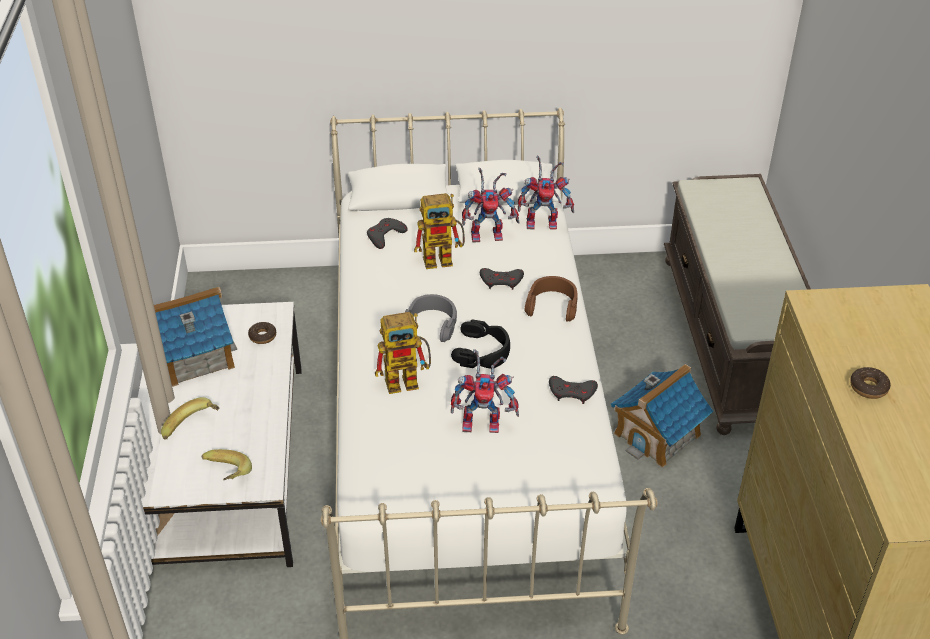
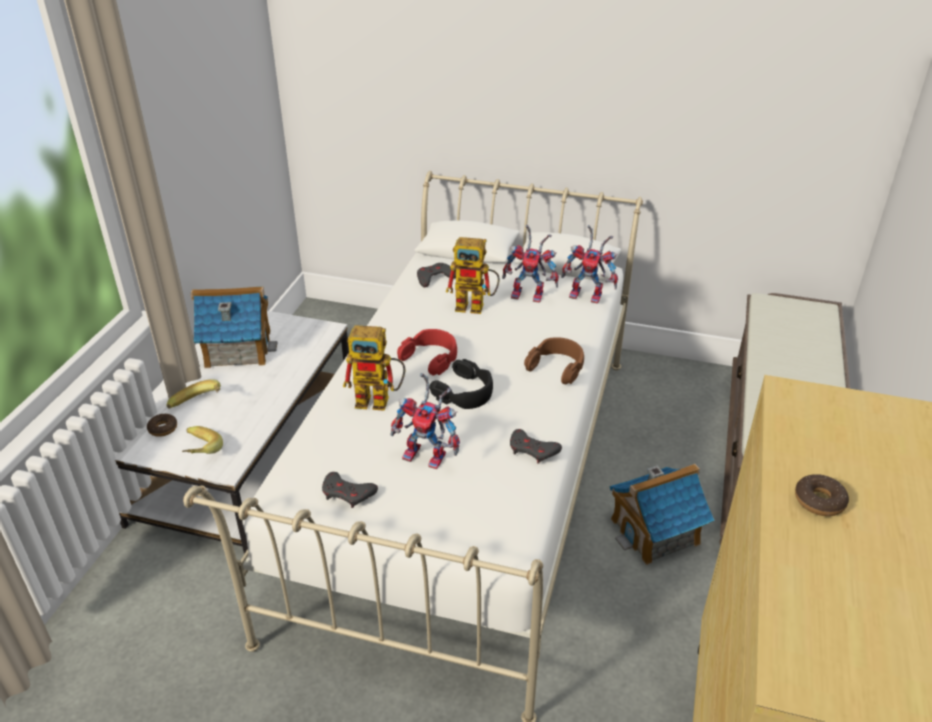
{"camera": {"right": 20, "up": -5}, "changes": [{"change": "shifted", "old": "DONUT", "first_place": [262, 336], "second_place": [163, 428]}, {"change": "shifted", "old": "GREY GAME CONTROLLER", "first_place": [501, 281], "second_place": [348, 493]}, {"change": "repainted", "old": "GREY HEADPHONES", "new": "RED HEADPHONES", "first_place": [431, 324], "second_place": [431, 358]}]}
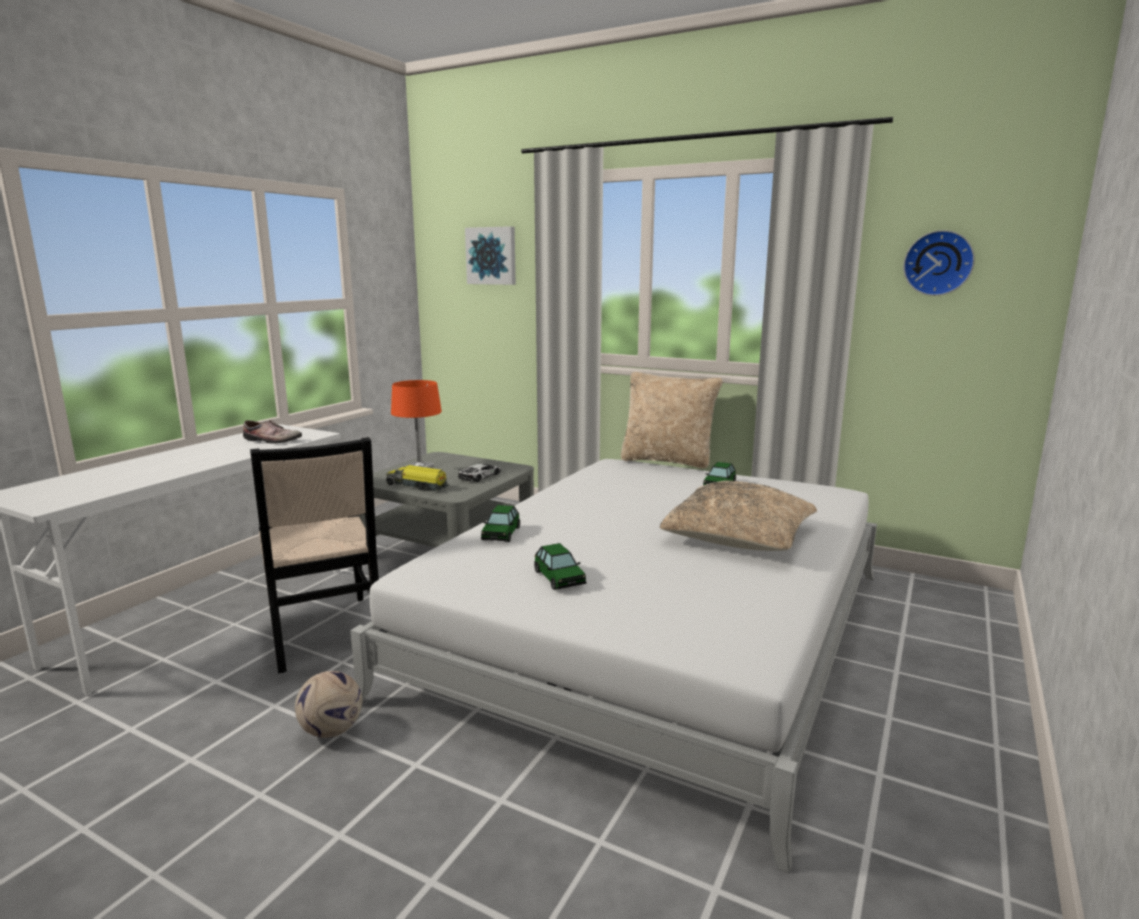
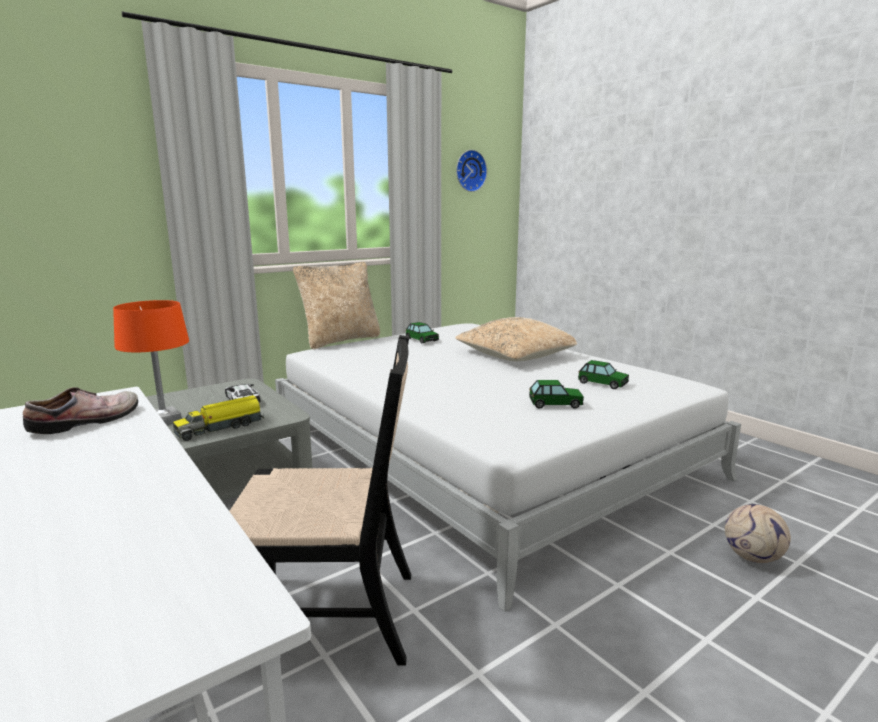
{"camera": {"right": -65, "up": 0}, "changes": [{"change": "shifted", "old": "TOY CAR", "first_place": [501, 534], "second_place": [602, 383]}, {"change": "shifted", "old": "FOOTBALL", "first_place": [331, 731], "second_place": [753, 557]}, {"change": "gone", "old": "PICTURE", "first_place": [492, 256]}]}
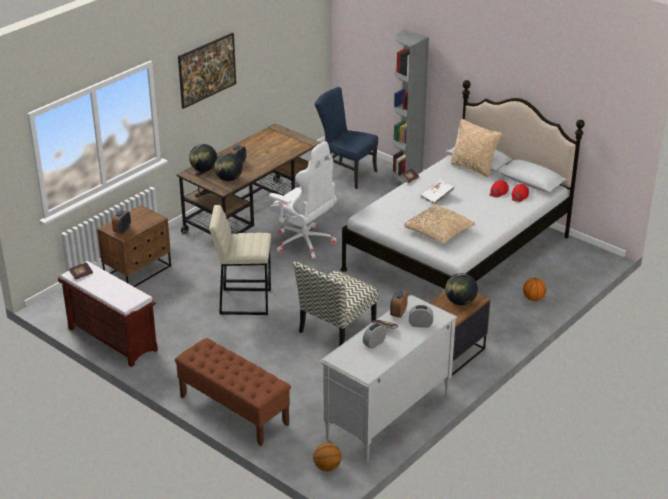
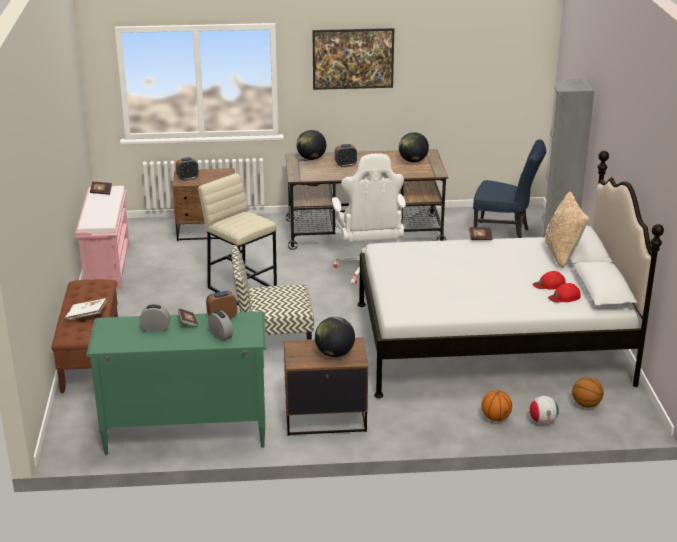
{"camera": {"right": 45, "up": -5}, "changes": [{"change": "shifted", "old": "WHITE BOOK", "first_place": [437, 196], "second_place": [87, 315]}, {"change": "repainted", "old": "BROWN BENCH", "new": "PINK BENCH", "first_place": [111, 339], "second_place": [107, 266]}, {"change": "repainted", "old": "WHITE DRESSER", "new": "GREEN DRESSER", "first_place": [387, 417], "second_place": [185, 432]}, {"change": "shifted", "old": "GLOBE", "first_place": [229, 179], "second_place": [413, 161]}, {"change": "rotated", "old": "BLUE CHAIR", "first_place": [345, 173], "second_place": [504, 235], "degrees": 120}, {"change": "new", "new": "FOOTBALL", "second_place": [542, 421]}, {"change": "shifted", "old": "BASKETBALL", "first_place": [327, 467], "second_place": [586, 404]}, {"change": "gone", "old": "BEIGE PILLOW", "first_place": [438, 231]}]}
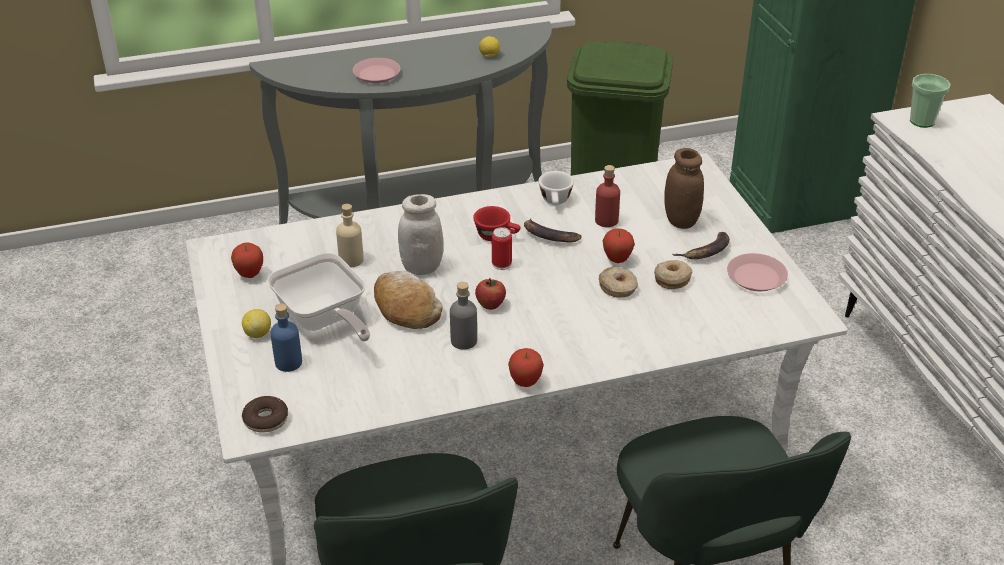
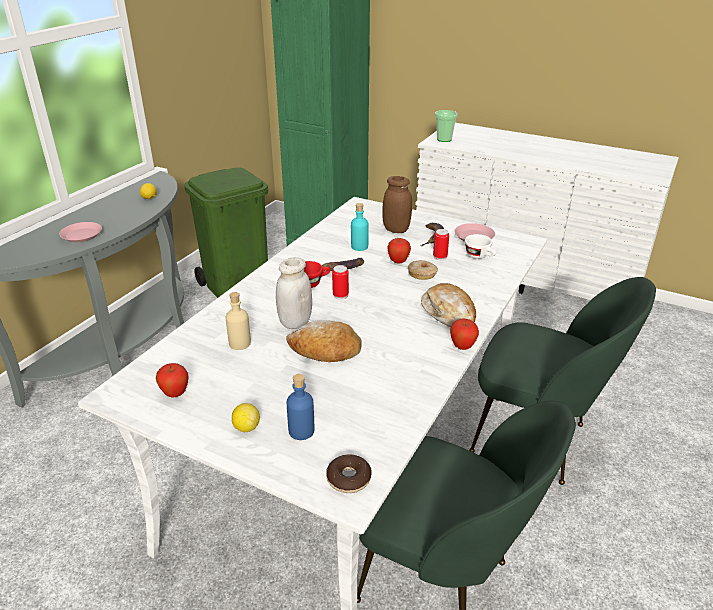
{"camera": {"right": -45, "up": -5}, "changes": [{"change": "repainted", "old": "RED BOTTLE", "new": "TURQUOISE BOTTLE", "first_place": [606, 220], "second_place": [359, 247]}, {"change": "new", "new": "BREAD", "second_place": [449, 314]}, {"change": "swapped", "old": "DONUT", "new": "CAN", "first_place": [672, 279], "second_place": [440, 257]}, {"change": "shifted", "old": "WHITE CUP", "first_place": [556, 202], "second_place": [480, 257]}, {"change": "gone", "old": "FRYING PAN", "first_place": [324, 320]}, {"change": "gone", "old": "GREY BOTTLE", "first_place": [464, 341]}, {"change": "gone", "old": "APPLE", "first_place": [490, 305]}]}
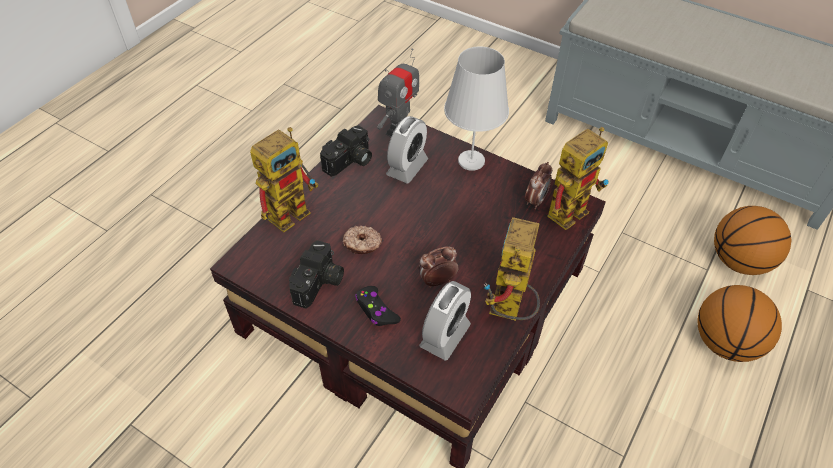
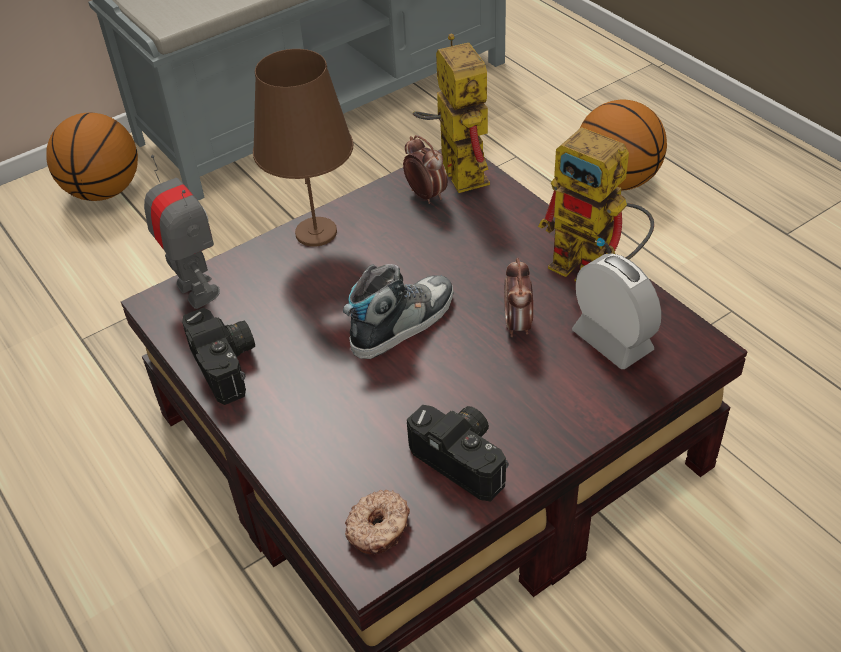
{"camera": {"right": -65, "up": -5}, "changes": [{"change": "shifted", "old": "BASKETBALL", "first_place": [739, 261], "second_place": [104, 191]}, {"change": "repainted", "old": "WHITE TABLE LAMP", "new": "BROWN TABLE LAMP", "first_place": [471, 160], "second_place": [316, 232]}, {"change": "new", "new": "SHOE", "second_place": [402, 322]}, {"change": "shifted", "old": "DONUT", "first_place": [362, 244], "second_place": [379, 528]}, {"change": "gone", "old": "TOY ROBOT", "first_place": [293, 209]}, {"change": "gone", "old": "BLACK GAME CONTROLLER", "first_place": [376, 310]}, {"change": "gone", "old": "ALARM CLOCK", "first_place": [407, 167]}]}
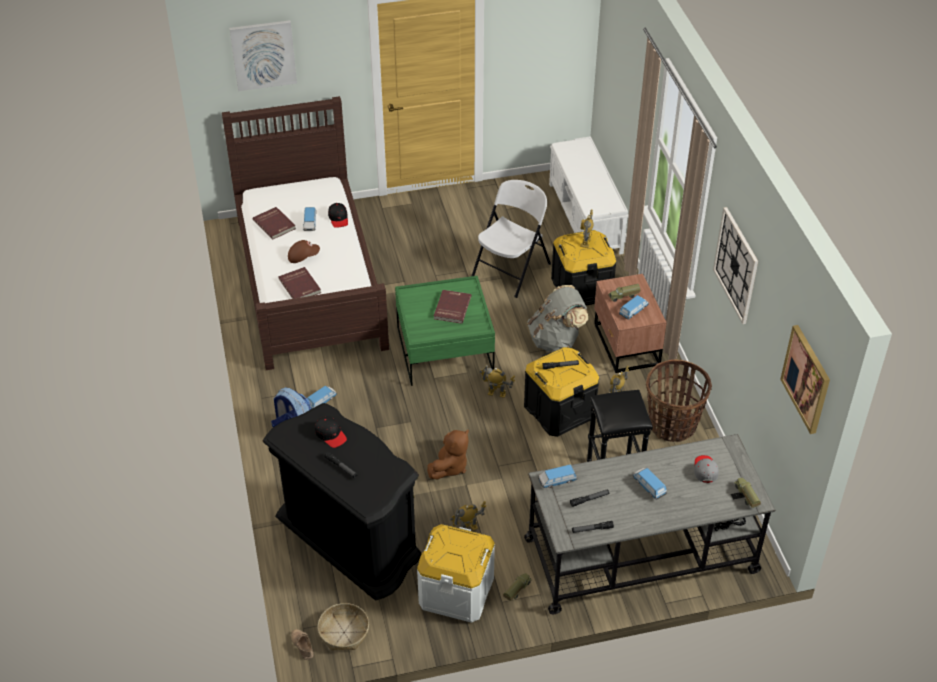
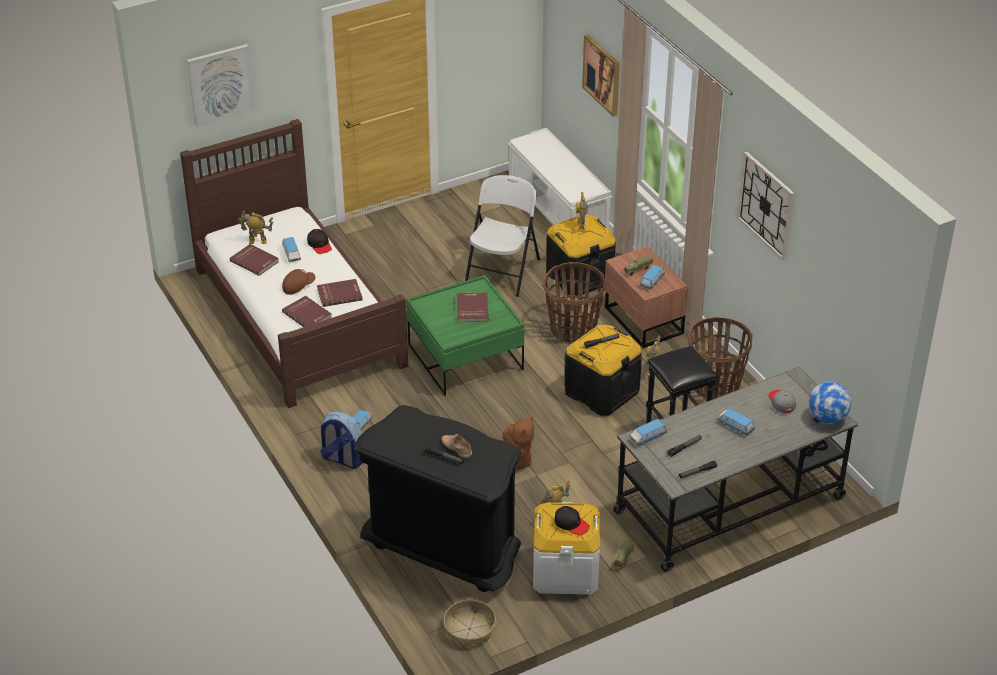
{"camera": {"right": -15, "up": -5}, "changes": [{"change": "shifted", "old": "TOY ROBOT", "first_place": [496, 393], "second_place": [257, 241]}, {"change": "new", "new": "RED BOOK", "second_place": [339, 294]}, {"change": "shifted", "old": "BEIGE SHOE", "first_place": [302, 646], "second_place": [456, 448]}, {"change": "swapped", "old": "GREY BACKPACK", "new": "BASKET", "first_place": [556, 340], "second_place": [573, 329]}, {"change": "shifted", "old": "BLACK CAP", "first_place": [330, 434], "second_place": [571, 524]}, {"change": "shifted", "old": "PICTURE", "first_place": [806, 379], "second_place": [602, 74]}, {"change": "swapped", "old": "TOY TRUCK", "new": "GLOBE", "first_place": [746, 496], "second_place": [827, 418]}]}
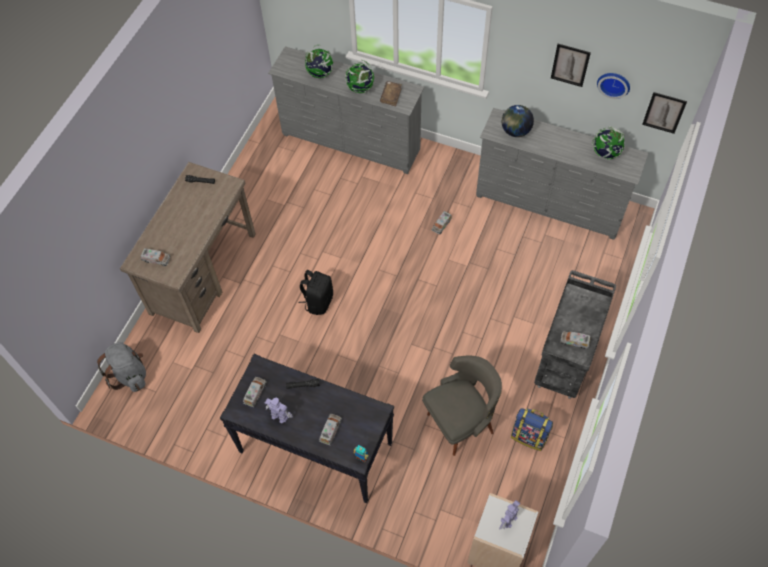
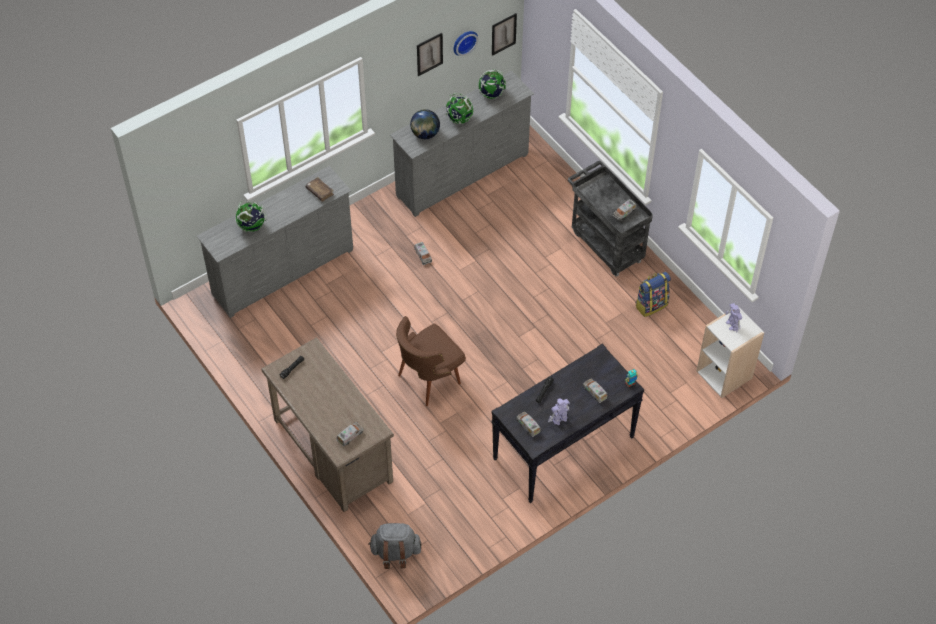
{"camera": {"right": -60, "up": -5}, "changes": [{"change": "swapped", "old": "BLACK BACKPACK", "new": "BROWN CHAIR", "first_place": [318, 301], "second_place": [429, 379]}, {"change": "shifted", "old": "GLOBE", "first_place": [360, 88], "second_place": [459, 119]}, {"change": "gone", "old": "GREY CHAIR", "first_place": [459, 424]}]}
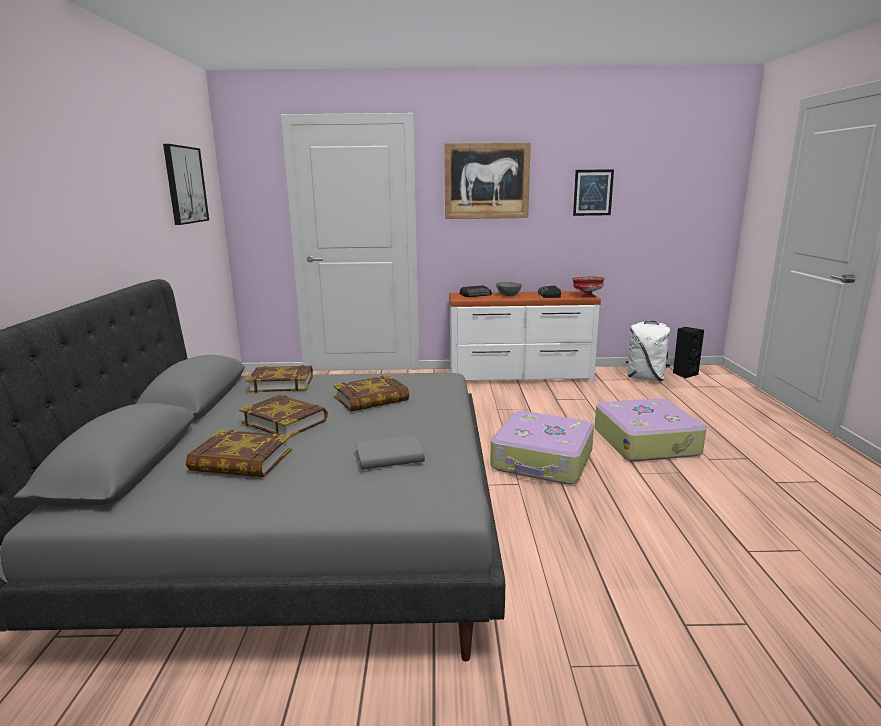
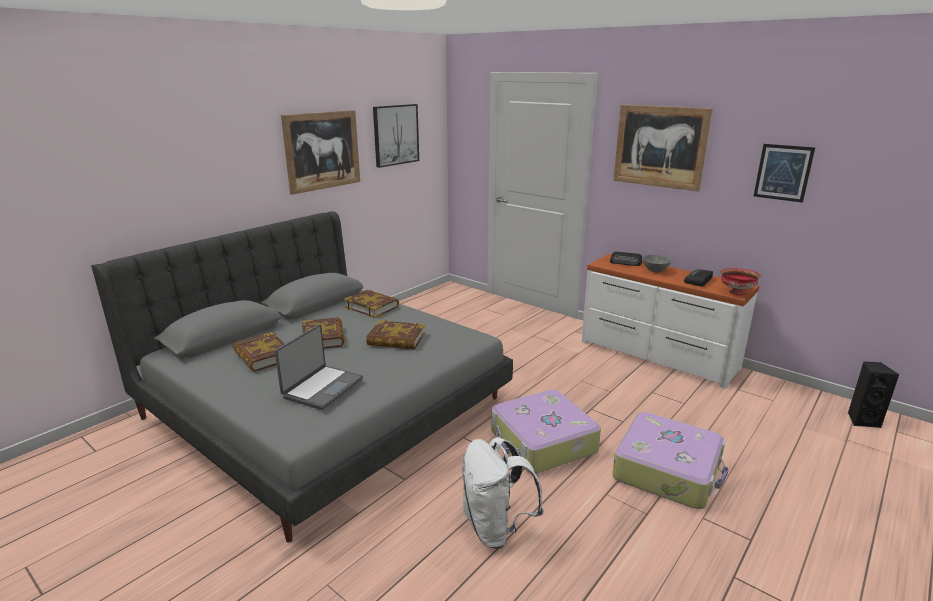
{"camera": {"right": 40, "up": 5}, "changes": [{"change": "swapped", "old": "GREY BOOK", "new": "LAPTOP", "first_place": [389, 457], "second_place": [322, 388]}, {"change": "new", "new": "PICTURE", "second_place": [322, 150]}, {"change": "shifted", "old": "WHITE BACKPACK", "first_place": [646, 378], "second_place": [496, 528]}]}
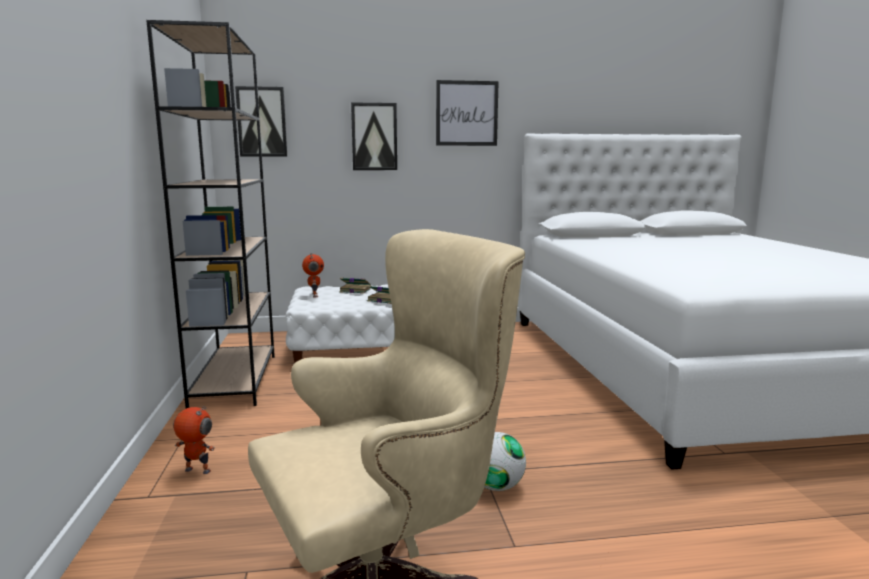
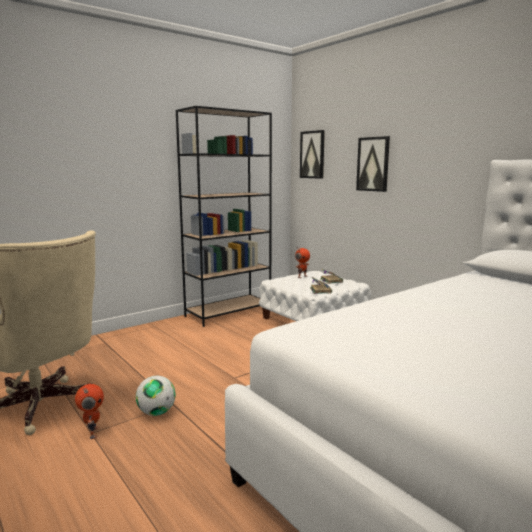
{"camera": {"right": 60, "up": 0}, "changes": [{"change": "shifted", "old": "TOY ROBOT", "first_place": [196, 471], "second_place": [92, 433]}, {"change": "gone", "old": "PICTURE", "first_place": [466, 113]}]}
